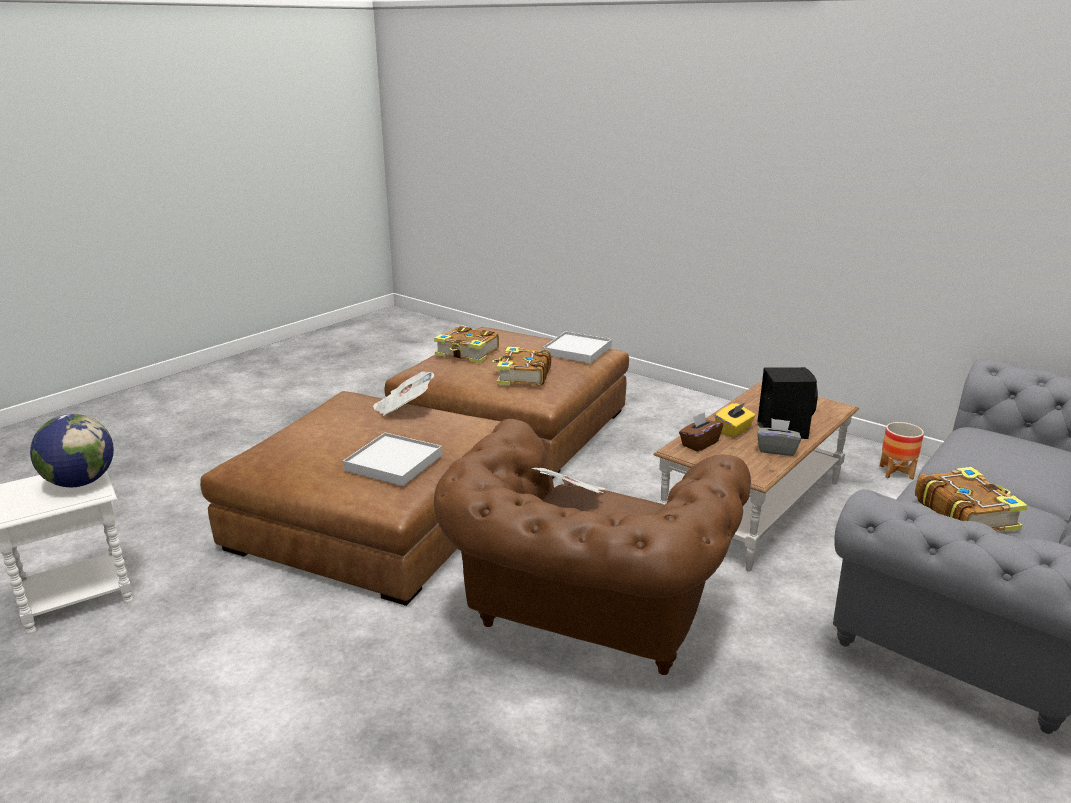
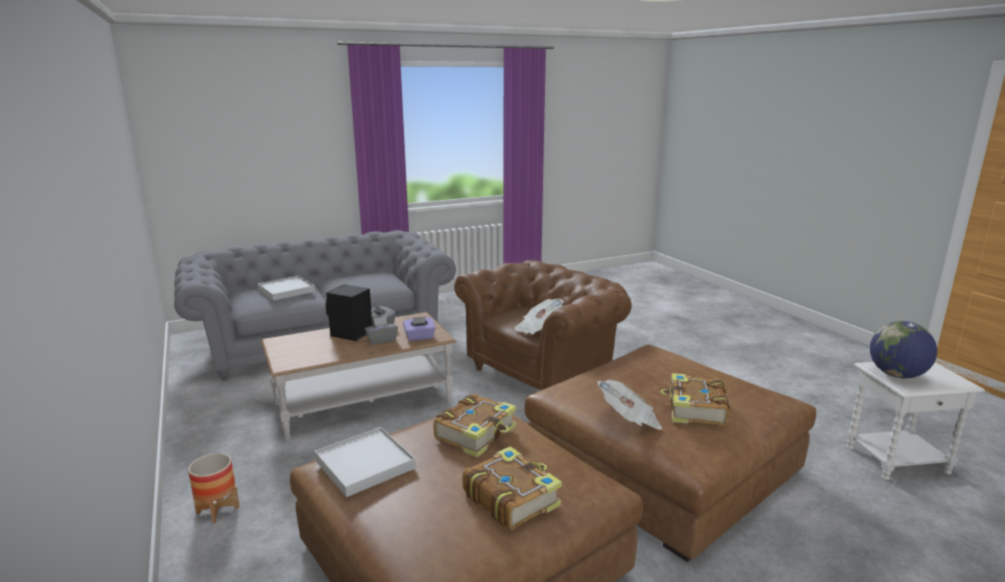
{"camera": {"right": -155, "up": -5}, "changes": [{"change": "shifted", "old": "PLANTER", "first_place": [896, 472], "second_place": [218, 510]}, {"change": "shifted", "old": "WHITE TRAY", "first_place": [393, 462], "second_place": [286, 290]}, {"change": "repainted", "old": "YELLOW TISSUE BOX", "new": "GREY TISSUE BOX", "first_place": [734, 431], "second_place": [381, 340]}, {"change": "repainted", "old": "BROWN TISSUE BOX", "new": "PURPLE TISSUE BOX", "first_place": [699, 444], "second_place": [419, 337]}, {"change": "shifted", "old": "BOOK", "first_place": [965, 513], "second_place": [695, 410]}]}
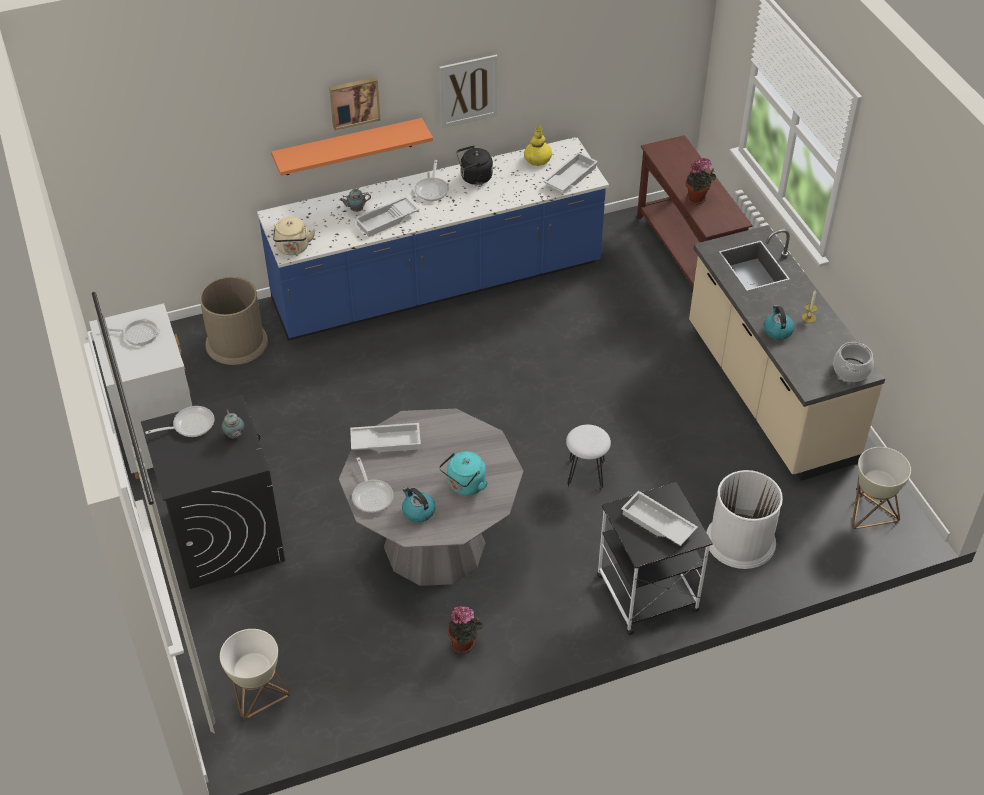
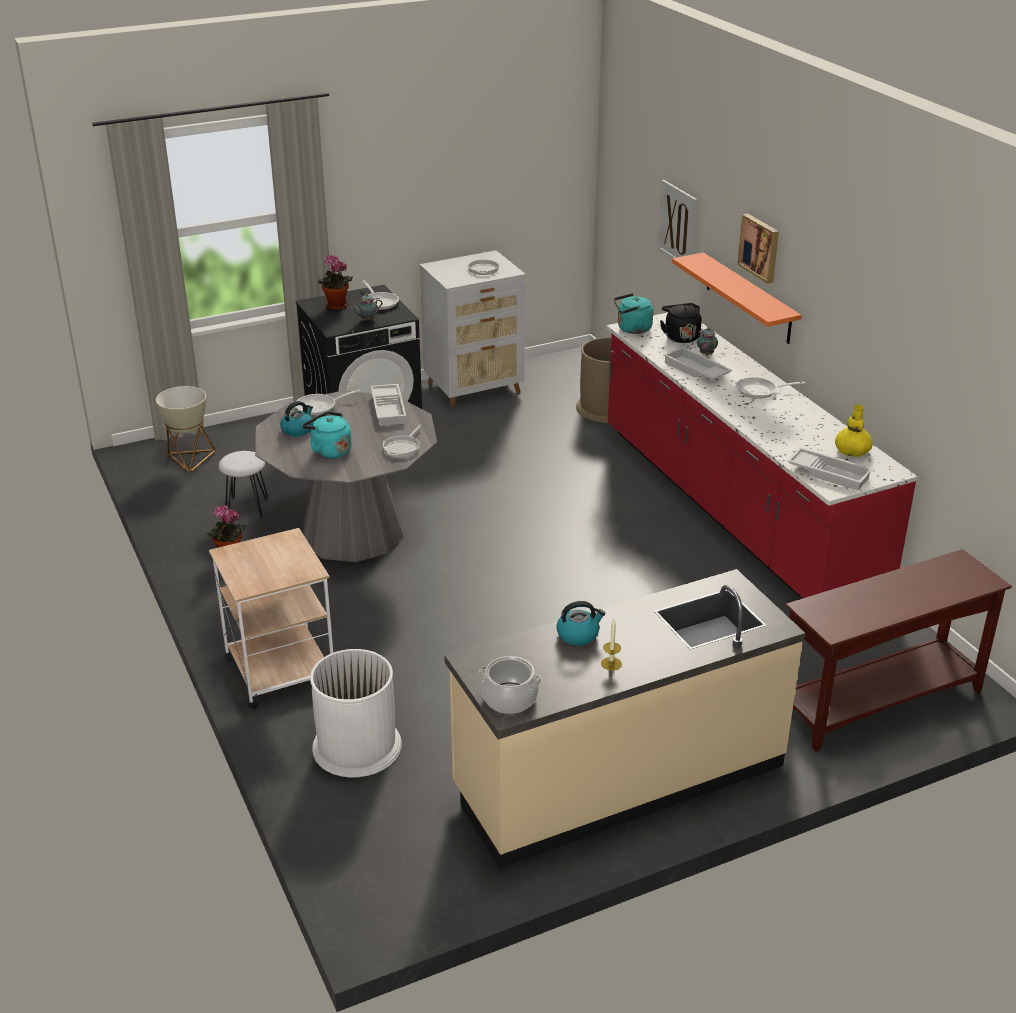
{"camera": {"right": 85, "up": -15}, "changes": [{"change": "repainted", "old": "BLACK CART", "new": "BEIGE CART", "first_place": [645, 594], "second_place": [280, 670]}, {"change": "shifted", "old": "WHITE STOOL", "first_place": [585, 474], "second_place": [247, 508]}, {"change": "shifted", "old": "POTTED PLANT", "first_place": [697, 199], "second_place": [336, 306]}, {"change": "new", "new": "FRYING PAN", "second_place": [403, 447]}, {"change": "repainted", "old": "BLUE COUNTER", "new": "RED COUNTER", "first_place": [437, 285], "second_place": [734, 511]}, {"change": "repainted", "old": "BEIGE KETTLE", "new": "TURQUOISE KETTLE", "first_place": [293, 248], "second_place": [632, 329]}, {"change": "shifted", "old": "PICTURE", "first_place": [468, 91], "second_place": [677, 225]}, {"change": "shifted", "old": "BLACK KETTLE", "first_place": [474, 178], "second_place": [680, 337]}, {"change": "gone", "old": "WHITE TRAY", "first_place": [657, 524]}, {"change": "gone", "old": "PLANTER", "first_place": [870, 513]}]}
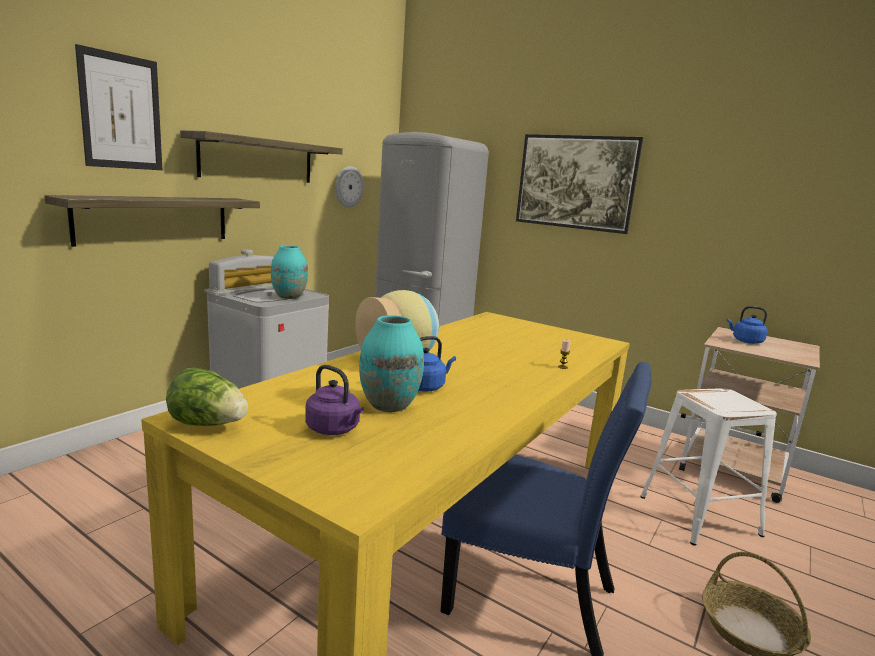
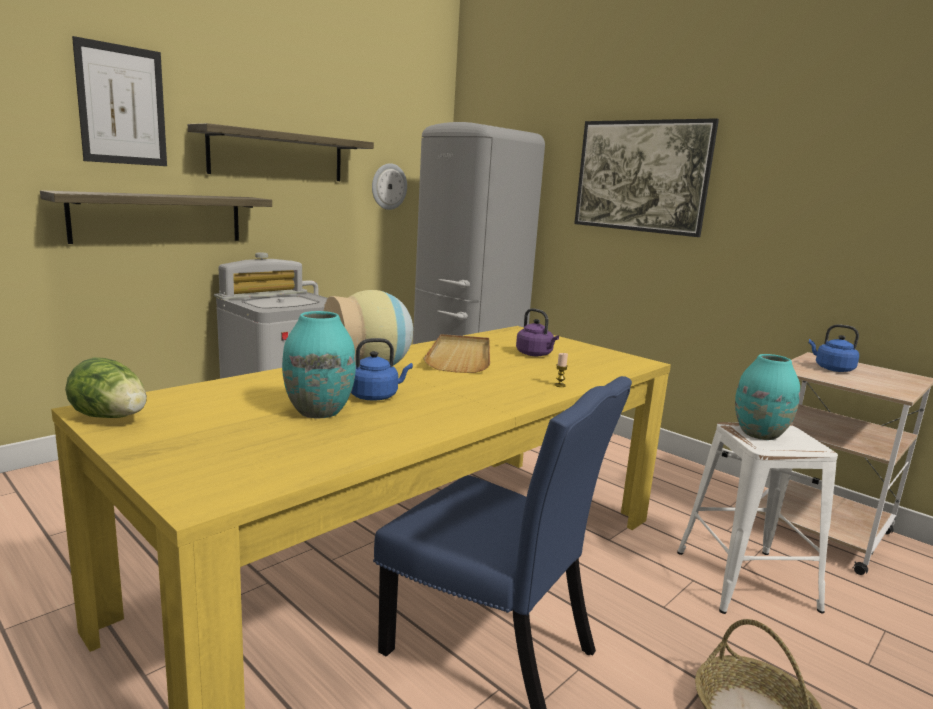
{"camera": {"right": 10, "up": 0}, "changes": [{"change": "new", "new": "BEIGE TRAY", "second_place": [460, 357]}, {"change": "shifted", "old": "PURPLE KETTLE", "first_place": [334, 429], "second_place": [535, 354]}, {"change": "shifted", "old": "TURQUOISE VASE", "first_place": [289, 297], "second_place": [760, 434]}]}
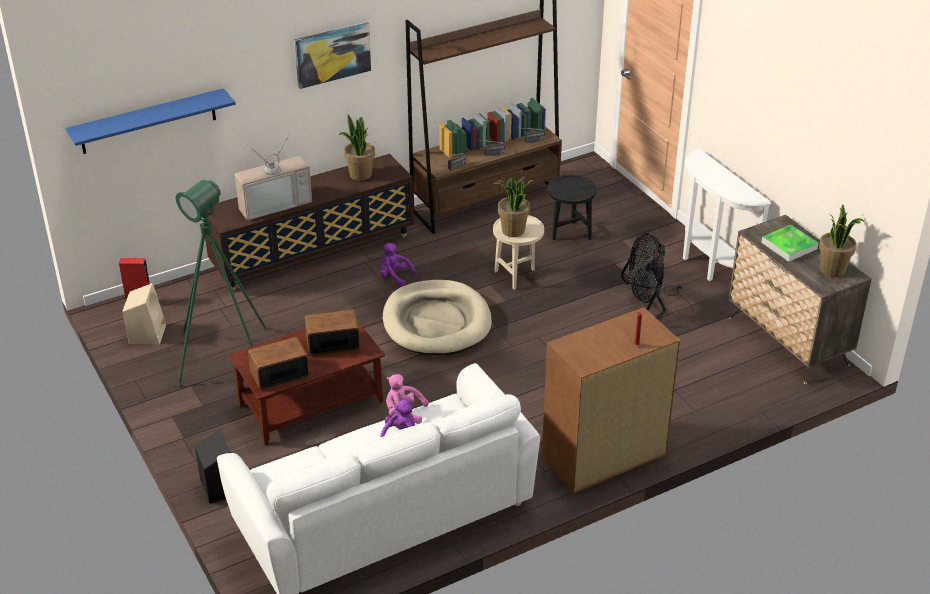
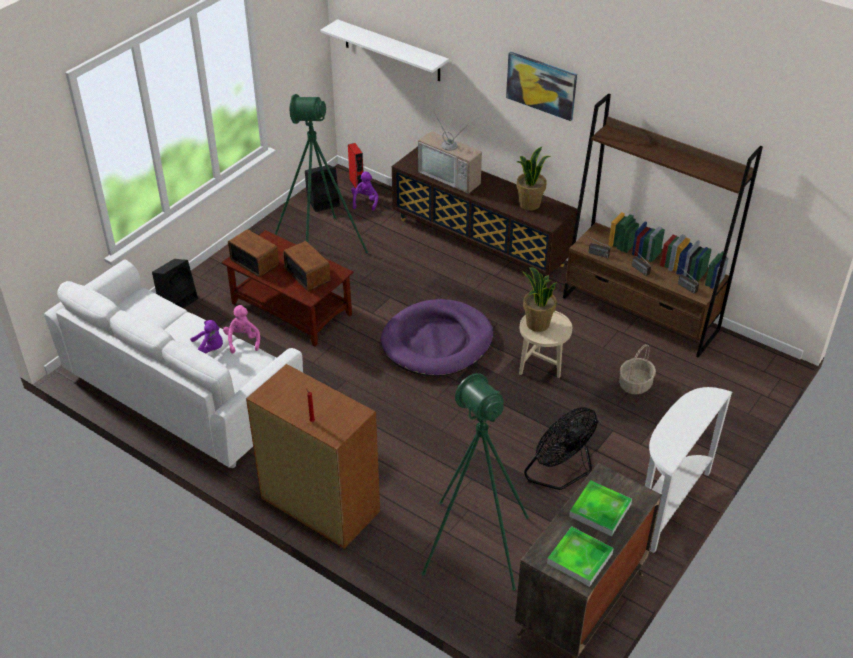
{"camera": {"right": 65, "up": 5}, "changes": [{"change": "repainted", "old": "BEIGE SPEAKER", "new": "BLACK SPEAKER", "first_place": [147, 333], "second_place": [324, 201]}, {"change": "repainted", "old": "BLUE SHELF", "new": "WHITE SHELF", "first_place": [148, 121], "second_place": [392, 51]}, {"change": "shifted", "old": "PURPLE PLUSH TOY", "first_place": [395, 276], "second_place": [365, 201]}, {"change": "repainted", "old": "BEIGE DOG BED", "new": "PURPLE DOG BED", "first_place": [436, 322], "second_place": [437, 342]}, {"change": "new", "new": "GREEN FLOOR LAMP", "second_place": [475, 545]}, {"change": "swapped", "old": "POTTED PLANT", "new": "TRAY", "first_place": [833, 270], "second_place": [579, 558]}, {"change": "swapped", "old": "BLACK SIDE TABLE", "new": "BASKET", "first_place": [569, 234], "second_place": [635, 384]}]}
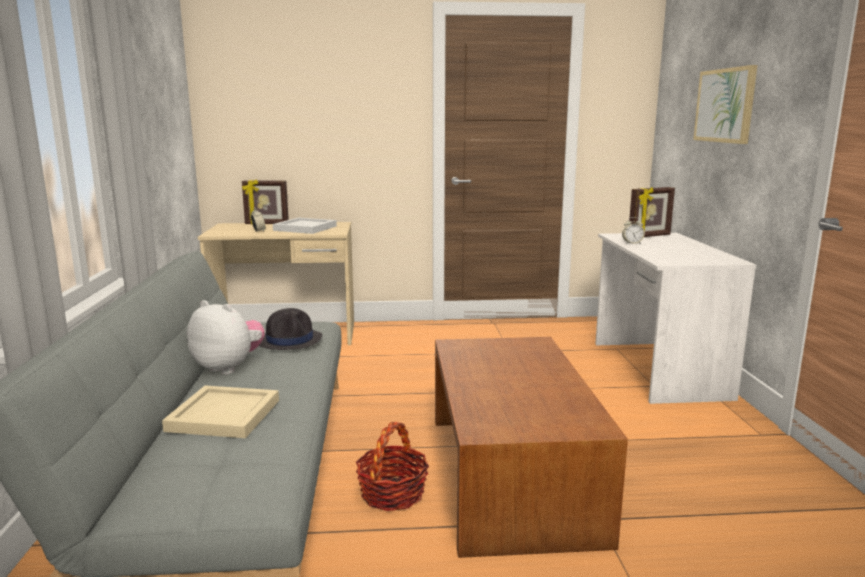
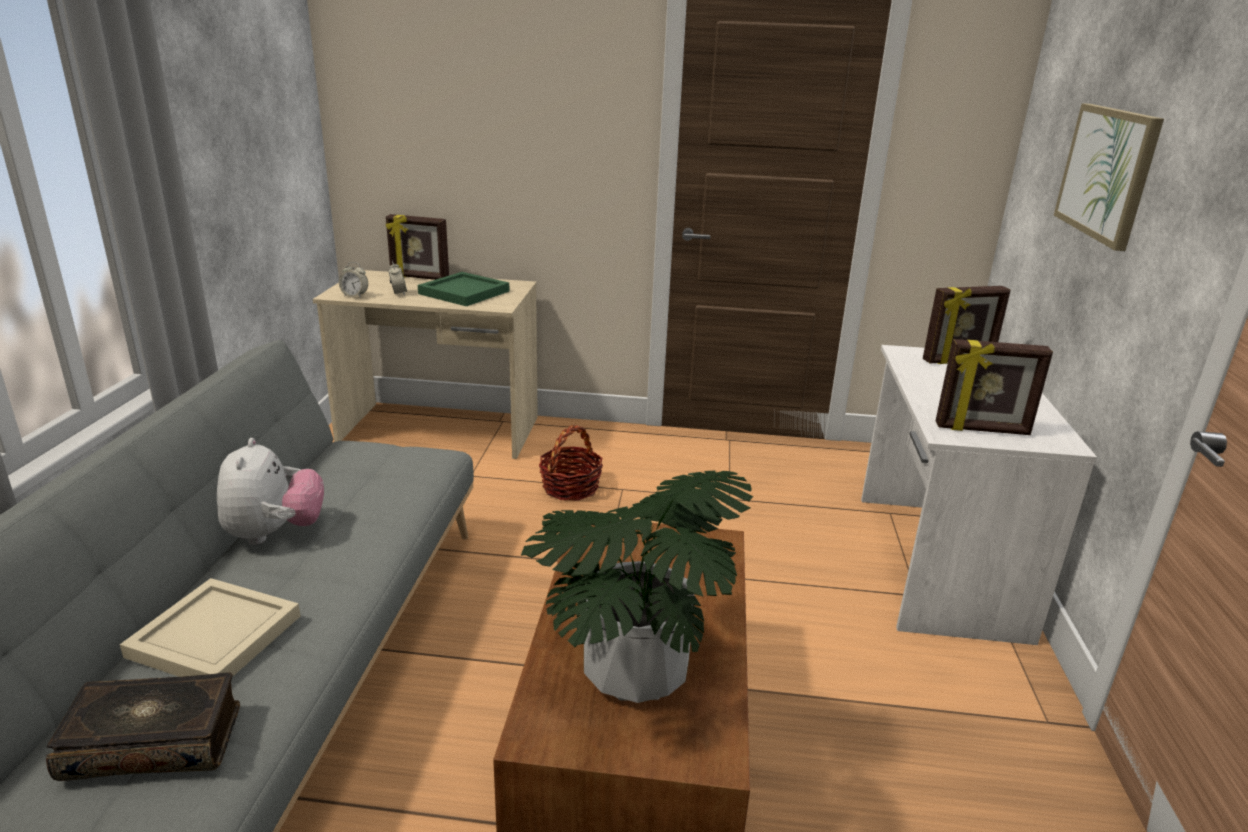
{"camera": {"right": 10, "up": 10}, "changes": [{"change": "new", "new": "BOOK", "second_place": [154, 740]}, {"change": "rotated", "old": "PLUSH TOY", "first_place": [229, 367], "second_place": [274, 533], "degrees": 45}, {"change": "shifted", "old": "ALARM CLOCK", "first_place": [632, 243], "second_place": [355, 296]}, {"change": "repainted", "old": "WHITE TRAY", "new": "GREEN TRAY", "first_place": [304, 228], "second_place": [462, 292]}, {"change": "new", "new": "POTTED PLANT", "second_place": [634, 672]}, {"change": "shifted", "old": "BASKET", "first_place": [392, 493], "second_place": [570, 487]}, {"change": "new", "new": "PICTURE FRAME", "second_place": [982, 430]}, {"change": "gone", "old": "BLACK HAT", "first_place": [290, 340]}]}
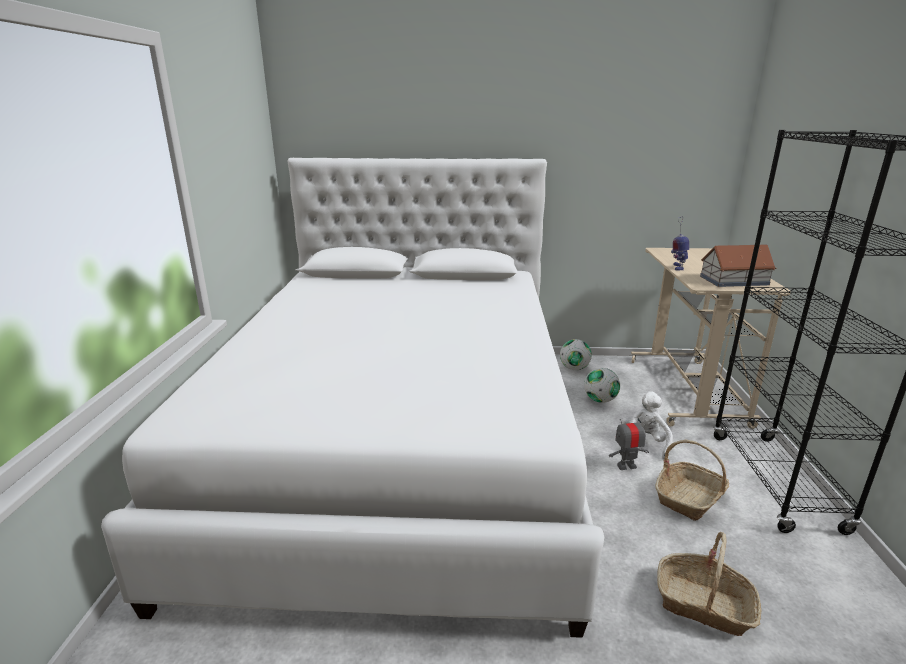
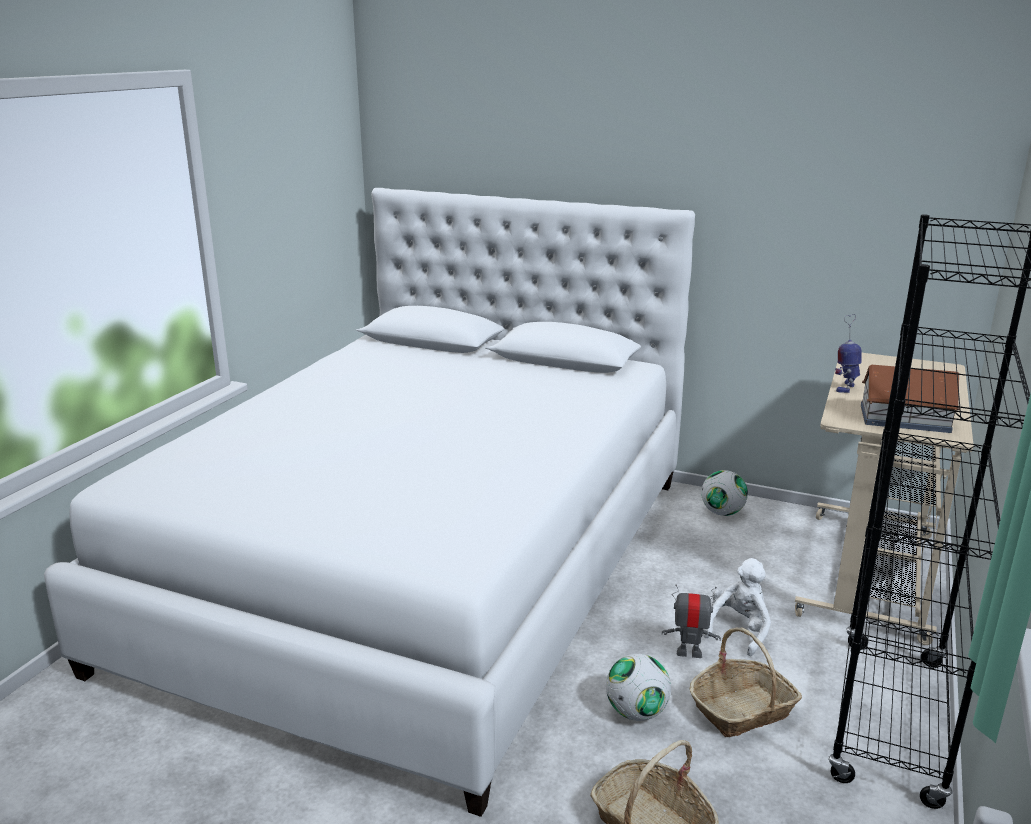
{"camera": {"right": 20, "up": 0}, "changes": [{"change": "shifted", "old": "FOOTBALL", "first_place": [600, 400], "second_place": [636, 712]}]}
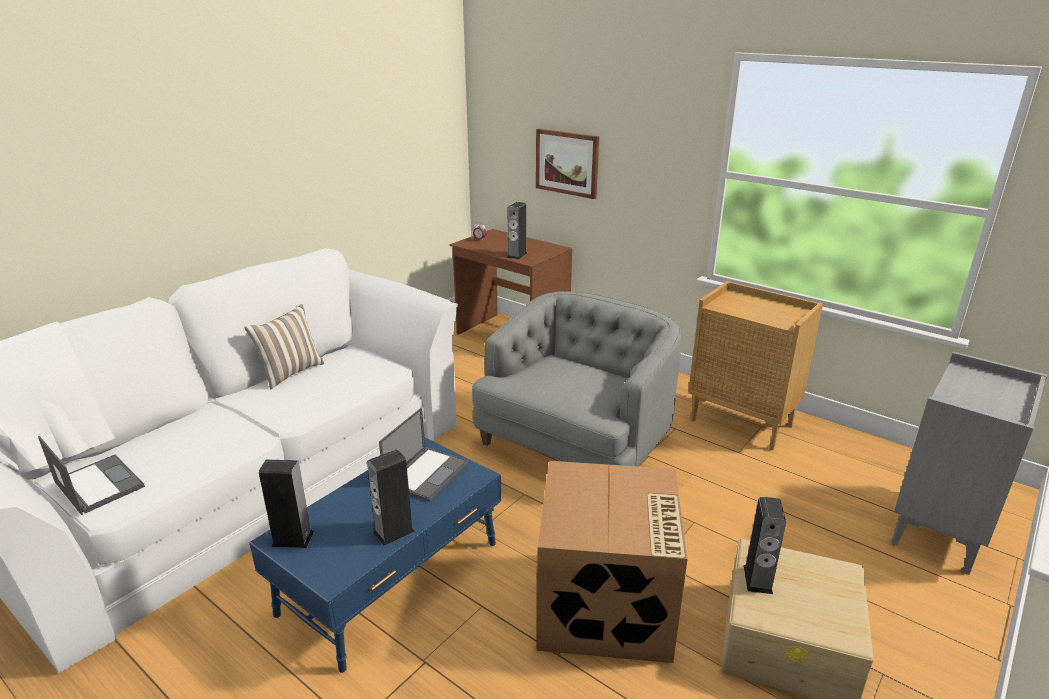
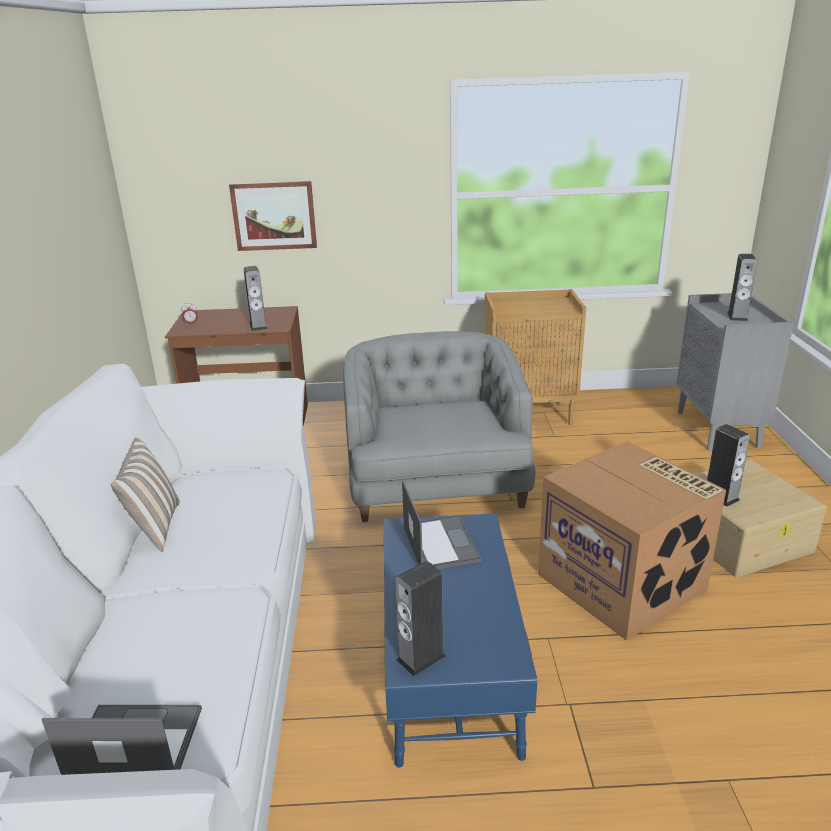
{"camera": {"right": -40, "up": 0}, "changes": [{"change": "shifted", "old": "SPEAKER", "first_place": [394, 532], "second_place": [737, 316]}]}
